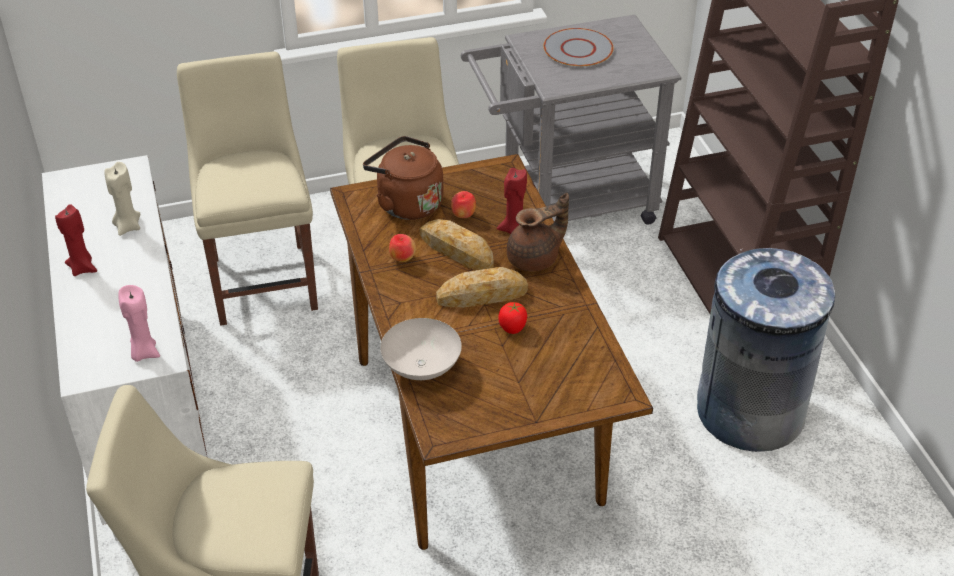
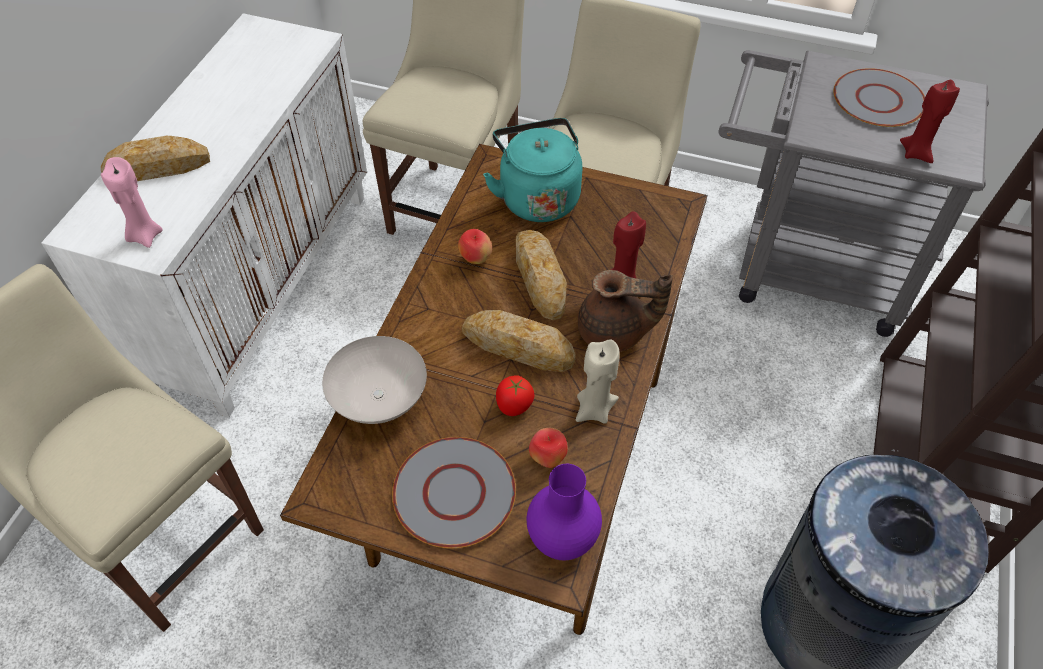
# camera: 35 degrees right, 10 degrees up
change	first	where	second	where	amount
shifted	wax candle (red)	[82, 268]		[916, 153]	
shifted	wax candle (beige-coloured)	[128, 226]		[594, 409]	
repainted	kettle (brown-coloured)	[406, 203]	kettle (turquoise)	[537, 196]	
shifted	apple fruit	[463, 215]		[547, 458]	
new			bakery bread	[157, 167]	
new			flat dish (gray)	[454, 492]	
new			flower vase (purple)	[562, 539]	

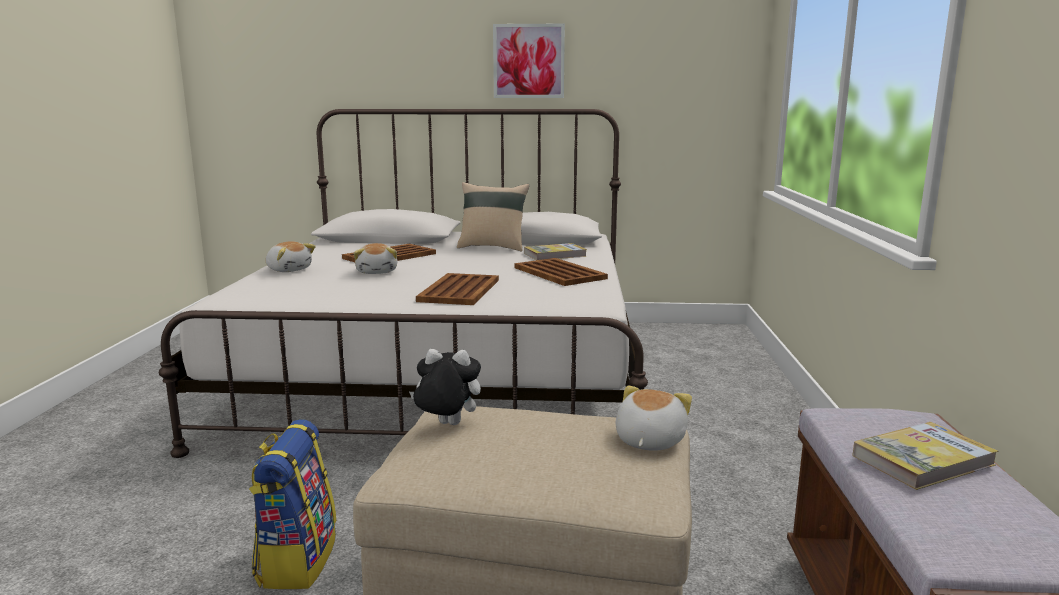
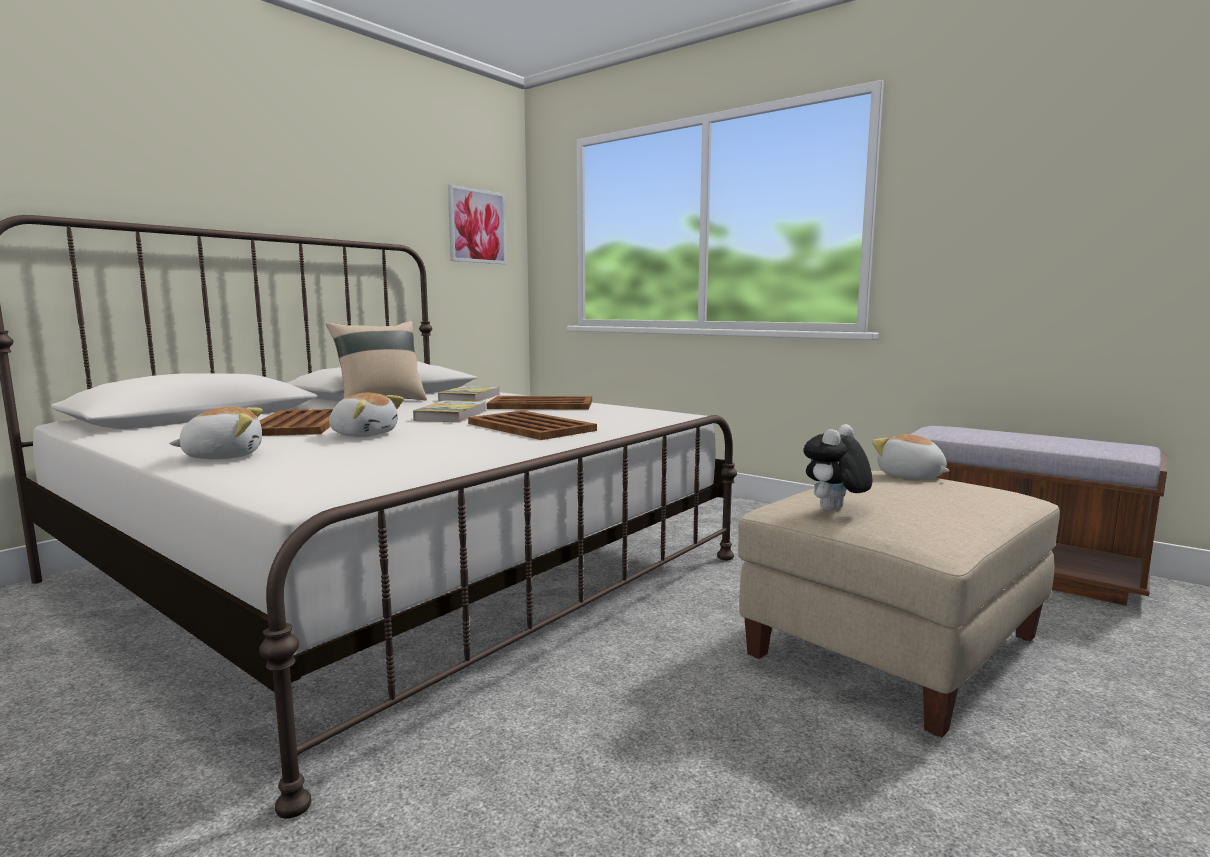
# camera: 55 degrees left, 5 degrees down
change	first	where	second	where	amount
gone	backpack	[296, 560]			
shifted	picture	[528, 61]		[477, 226]	
shifted	bound book	[922, 460]		[451, 415]	

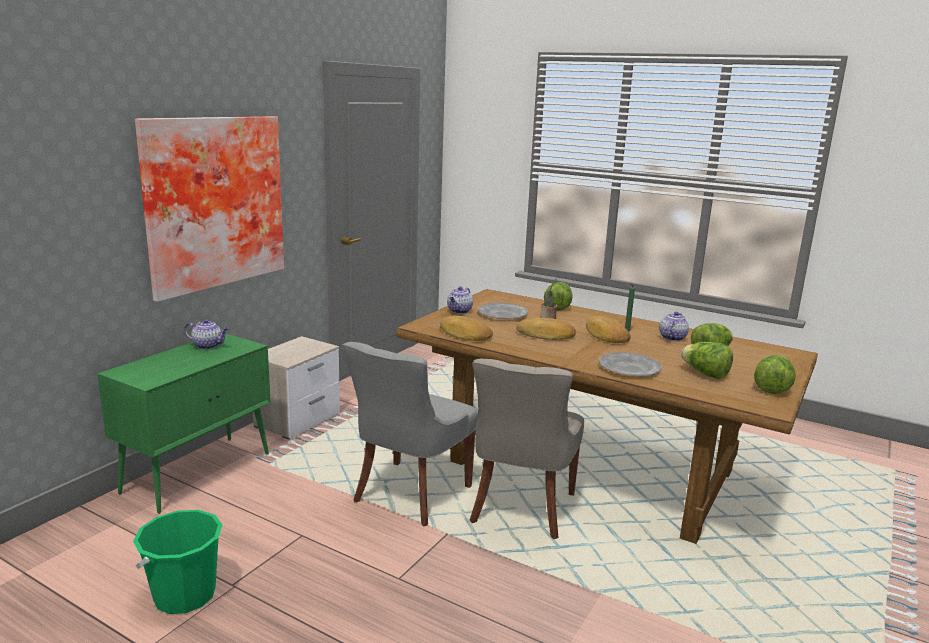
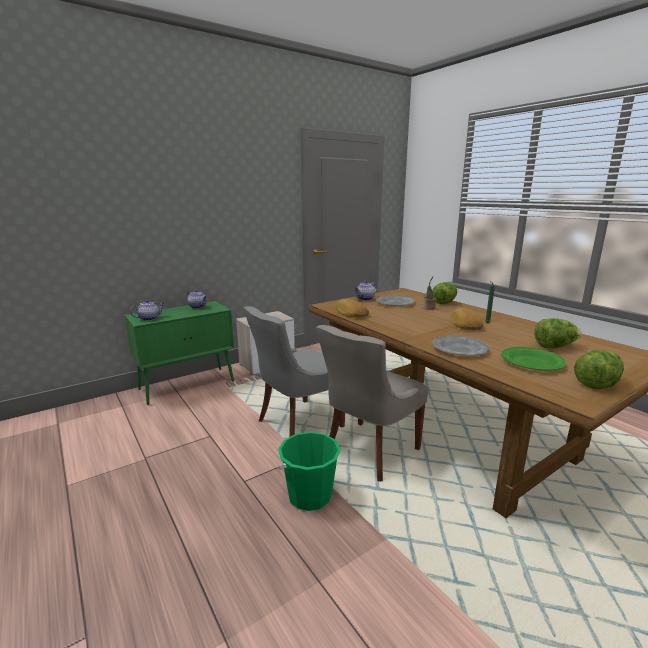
# camera: 25 degrees right, 0 degrees up
change	first	where	second	where	amount
shifted	pail (green)	[184, 595]		[309, 495]	
gone	picture	[212, 202]			
gone	bakery bread	[546, 335]			
shifted	pot for tea	[672, 338]		[149, 318]	
swapped	lettuce head	[705, 374]	flat dish (green)	[532, 362]	

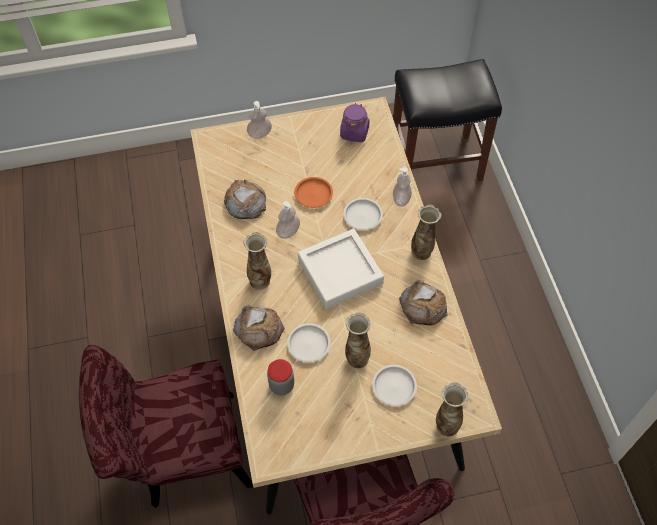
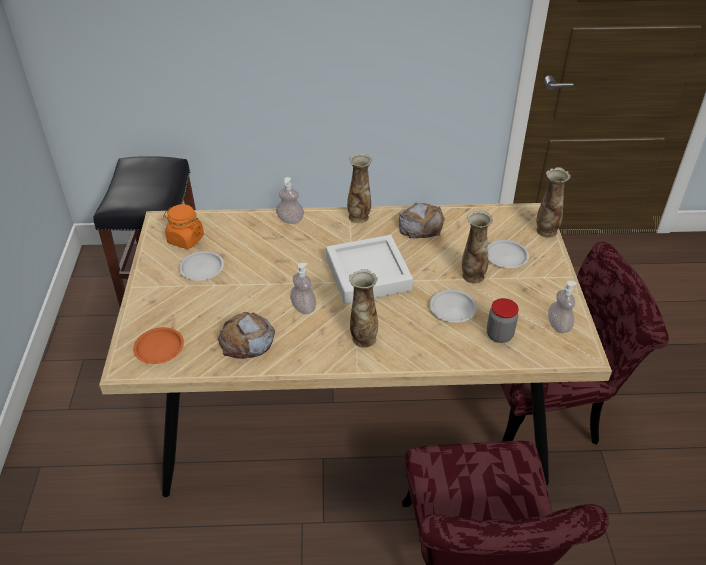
# camera: 80 degrees left, 15 degrees down
change	first	where	second	where	amount
gone	bakery bread	[259, 329]			
shifted	liquid soap bottle	[260, 134]		[558, 325]	
shifted	flat dish (orange)	[313, 194]		[160, 348]	
repainted	storage jar (purple)	[354, 132]	storage jar (orange)	[185, 239]	
shifted	flat dish (white)	[362, 216]		[201, 269]	

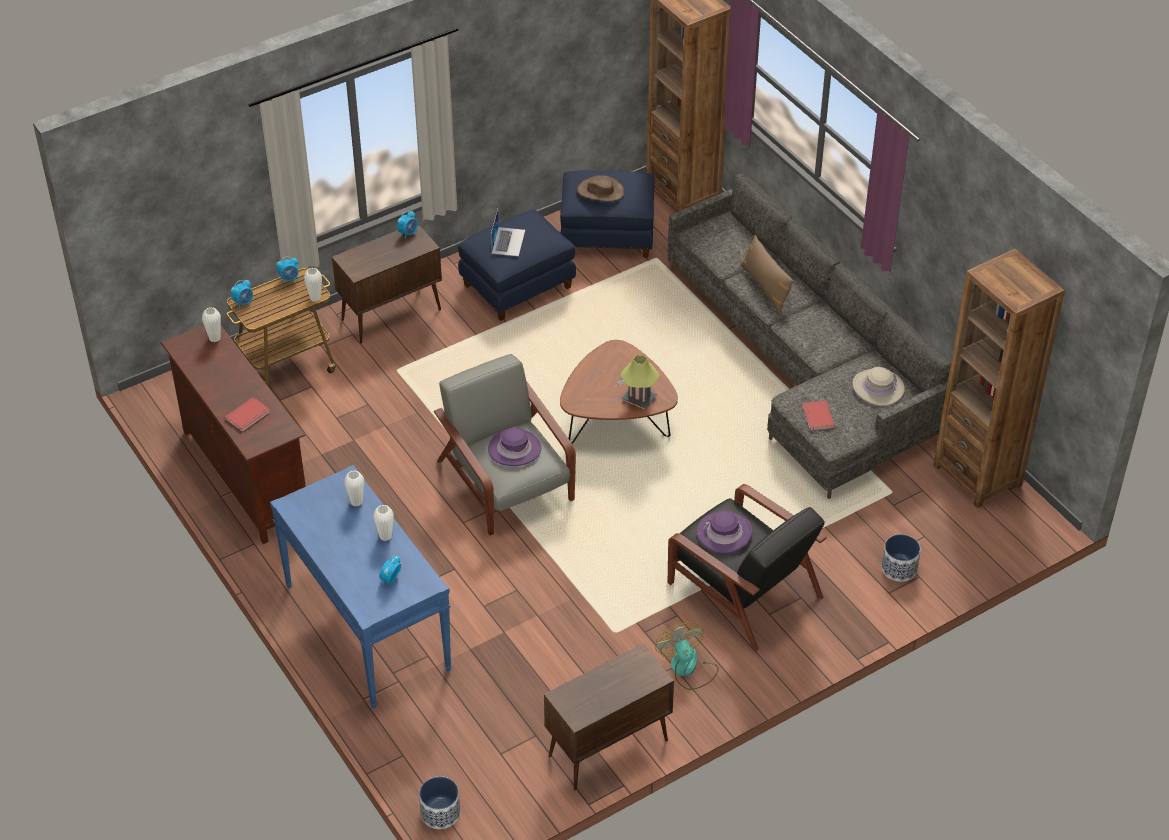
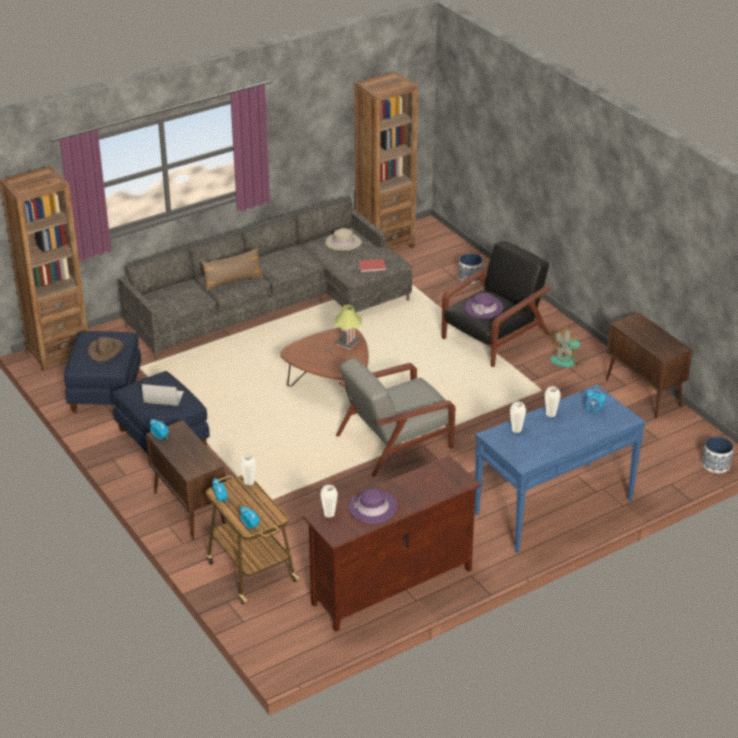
# camera: 90 degrees left, 10 degrees down
change	first	where	second	where	amount
gone	bound book (red)	[249, 416]			
shifted	wearable hat (purple)	[514, 449]		[373, 508]	

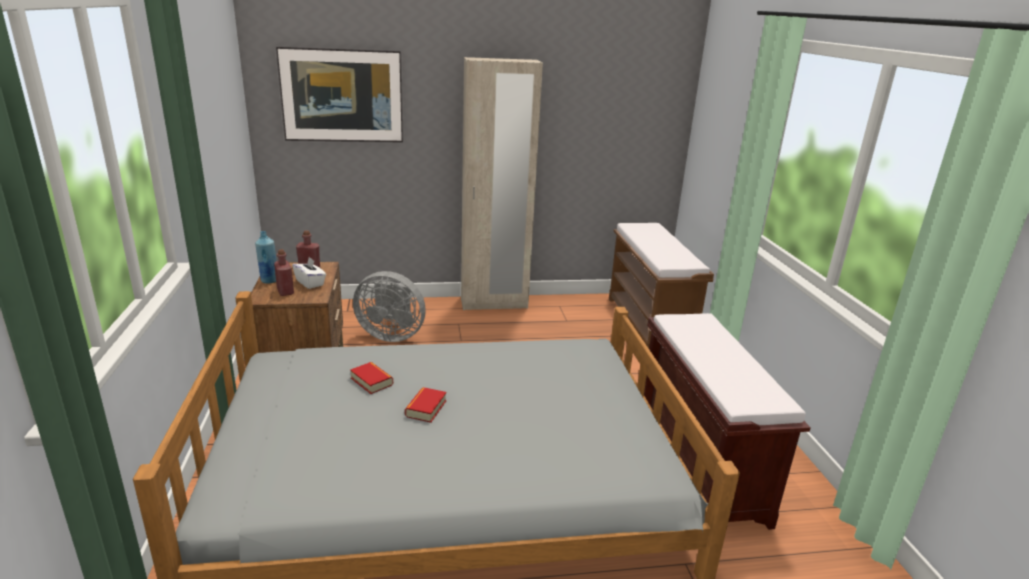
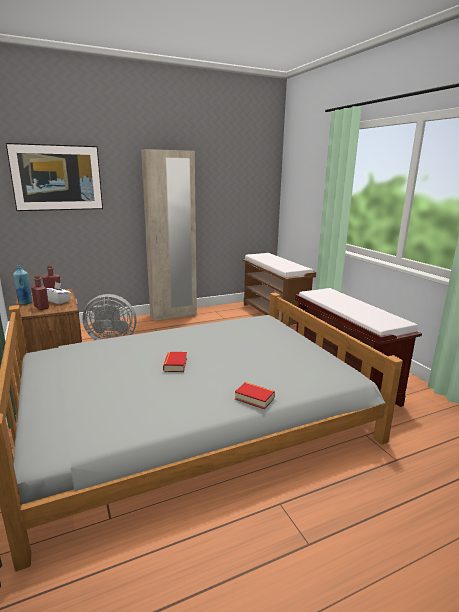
# camera: 15 degrees left, 5 degrees down
change	first	where	second	where	amount
shifted	bound book	[371, 381]		[254, 398]	

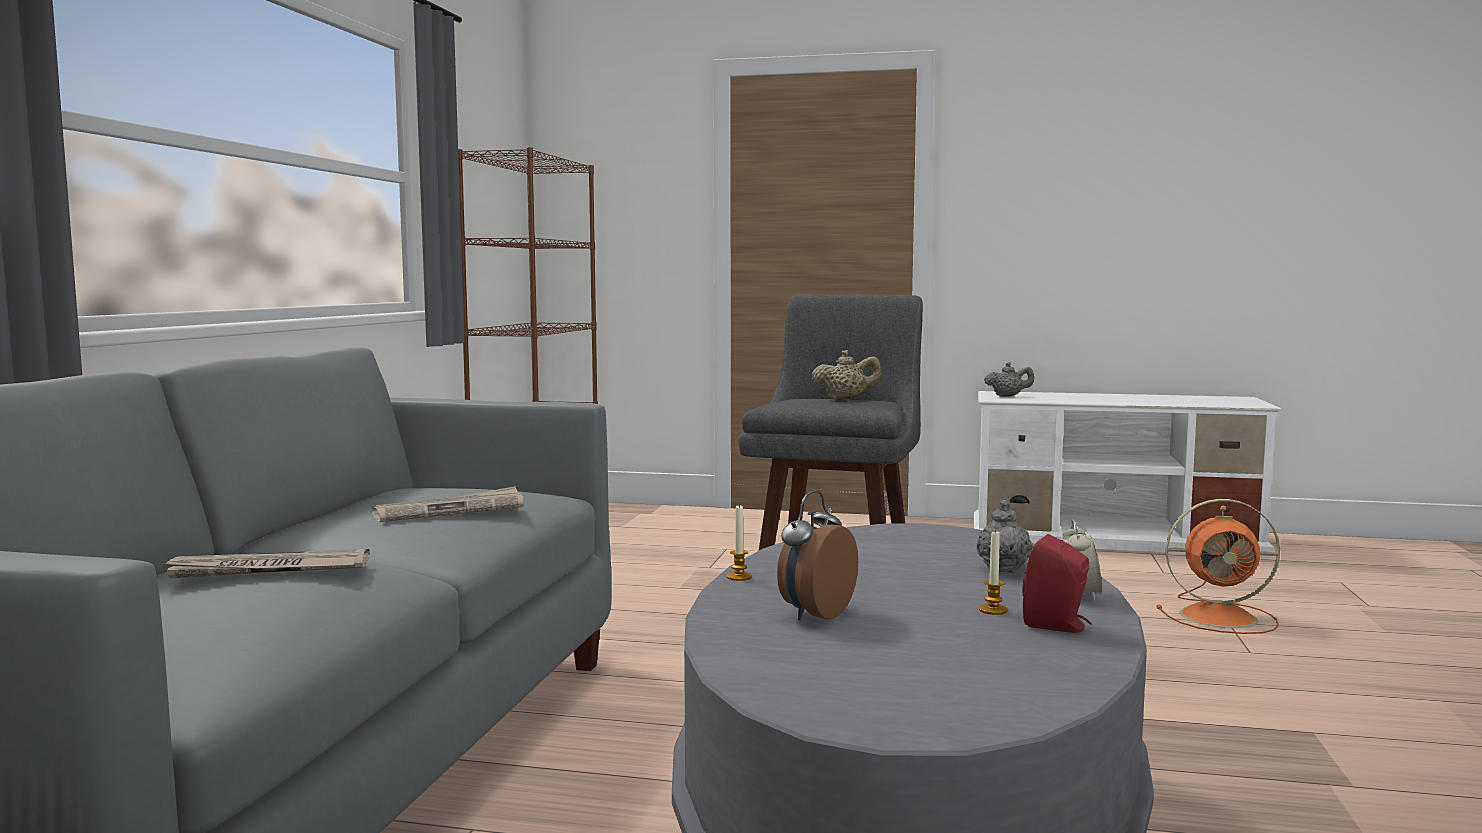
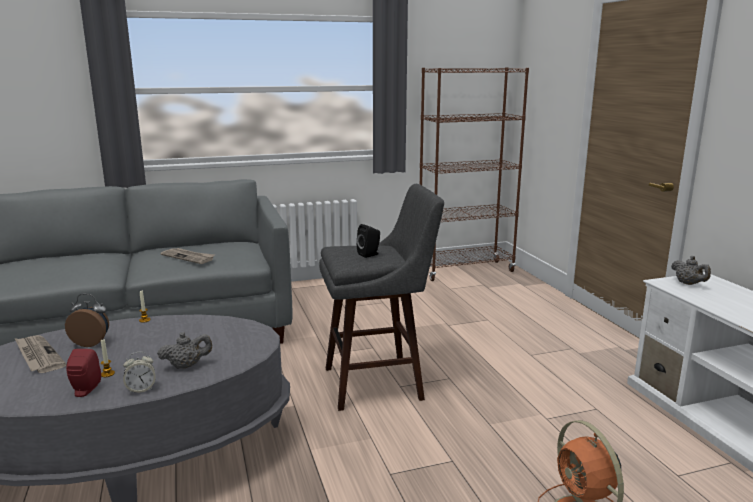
# camera: 60 degrees right, 10 degrees up
change	first	where	second	where	amount
shifted	newspaper	[267, 570]		[38, 356]	
swapped	pot for tea (beige-coloured)	[846, 399]	audio speaker (black-coloured)	[370, 254]	

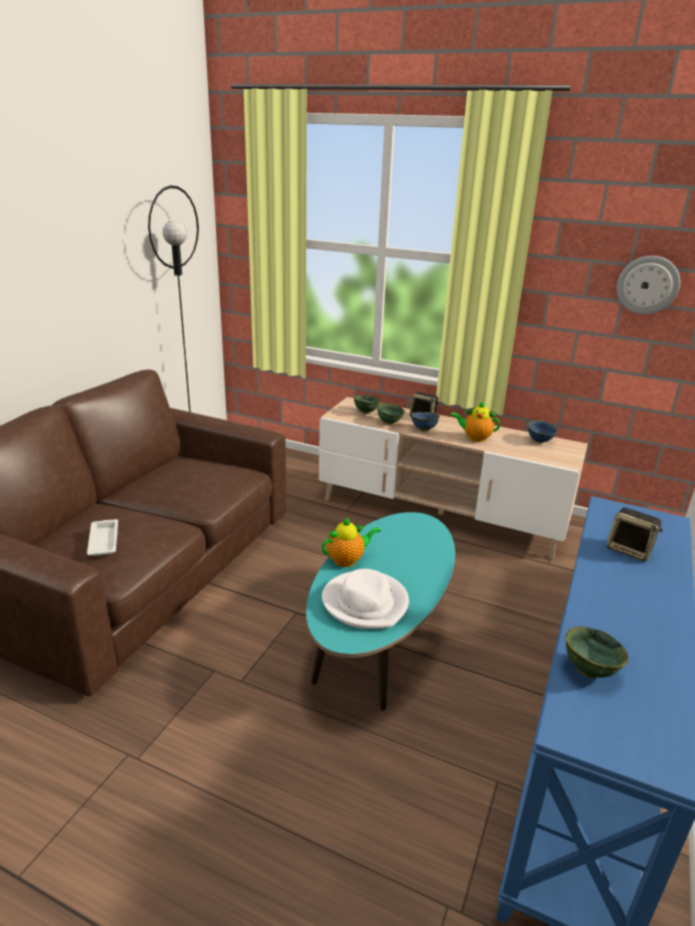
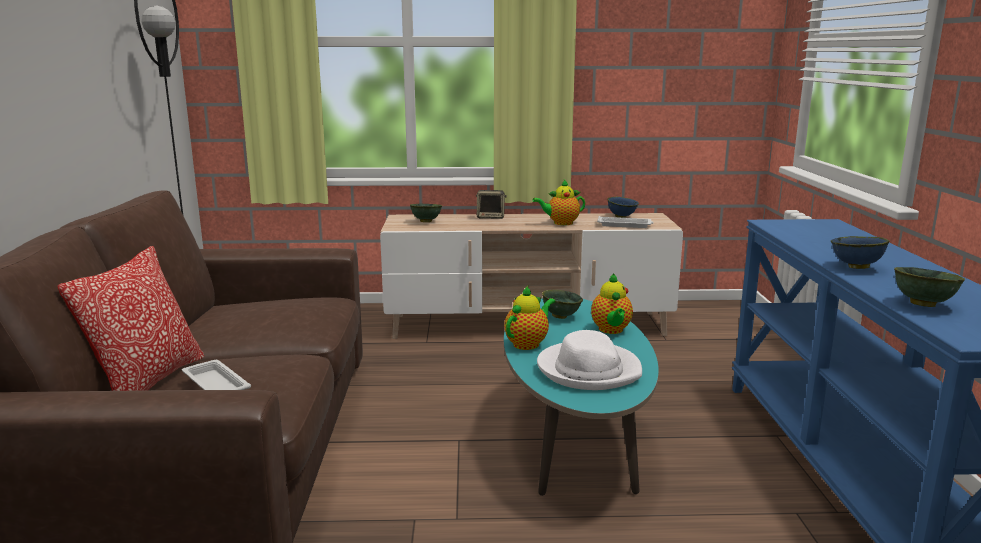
# camera: 25 degrees left, 10 degrees down
change	first	where	second	where	amount
shifted	deep dish (green)	[389, 422]		[560, 316]	
shifted	deep dish (blue-coloured)	[423, 430]		[856, 267]	
gone	audio speaker	[630, 550]			
gone	hanging clock	[647, 285]			
new			cushion	[148, 382]	
new			pot for tea	[611, 330]	
new			carrying tray (white)	[625, 225]	

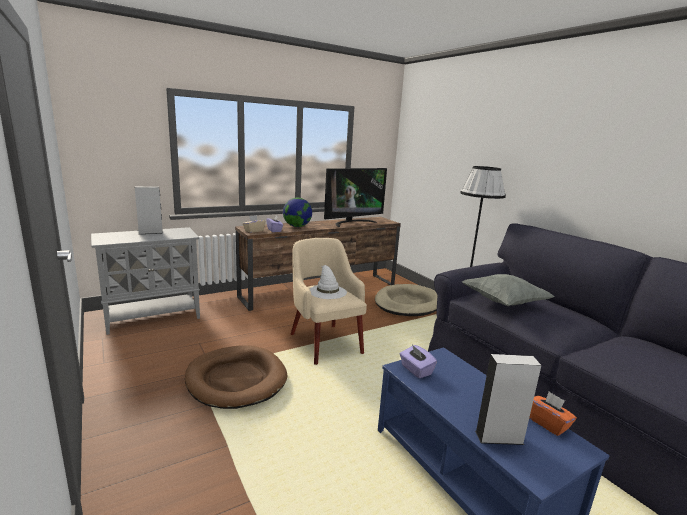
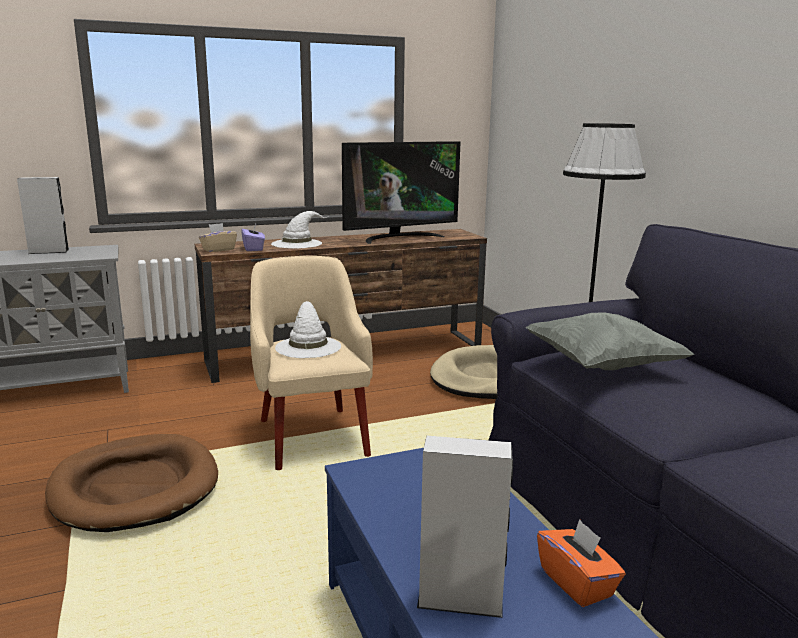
# camera: 10 degrees right, 0 degrees up
change	first	where	second	where	amount
swapped	globe	[297, 226]	wearable hat (white)	[297, 243]	
gone	tissue box (purple)	[416, 370]			

